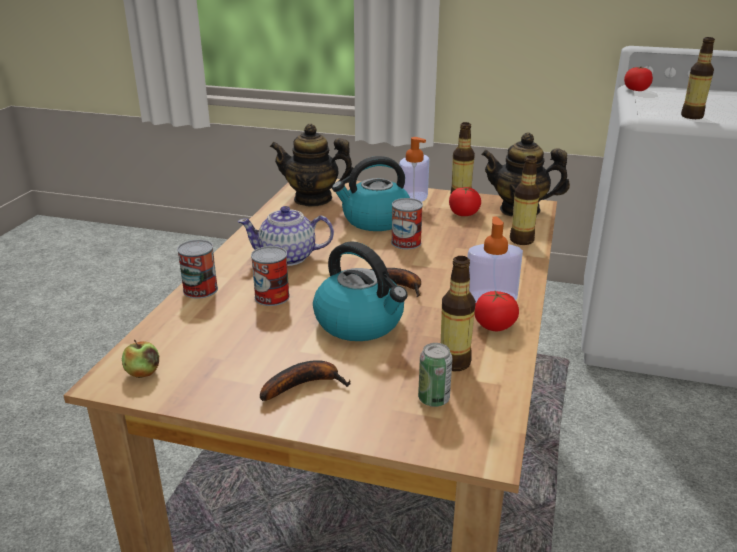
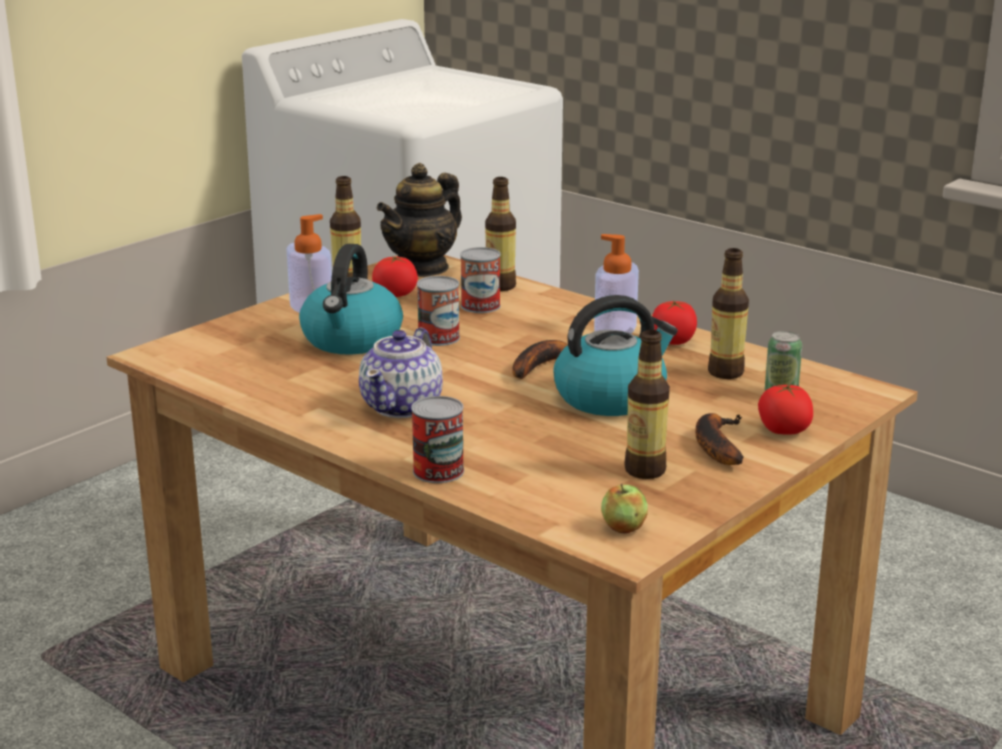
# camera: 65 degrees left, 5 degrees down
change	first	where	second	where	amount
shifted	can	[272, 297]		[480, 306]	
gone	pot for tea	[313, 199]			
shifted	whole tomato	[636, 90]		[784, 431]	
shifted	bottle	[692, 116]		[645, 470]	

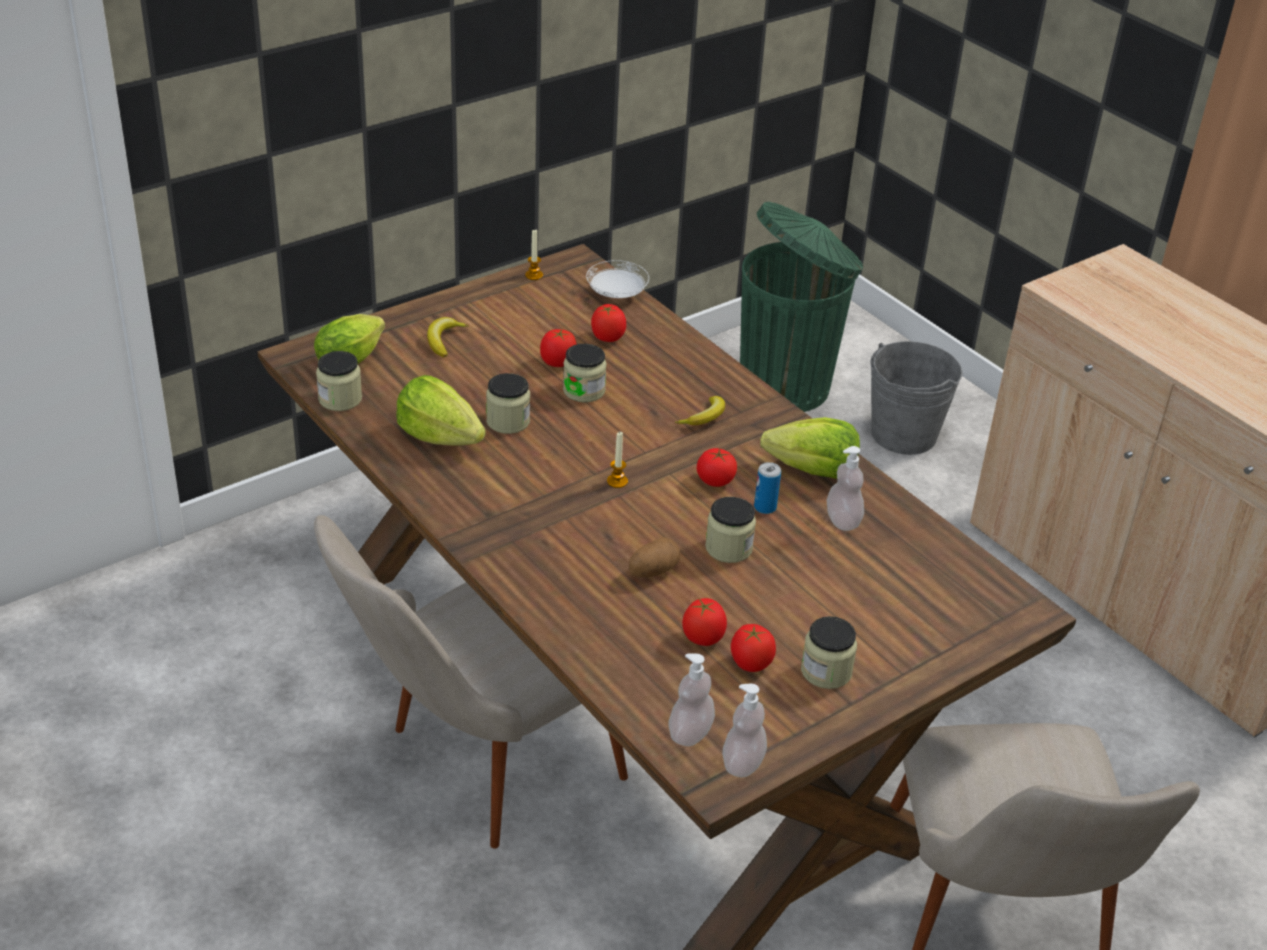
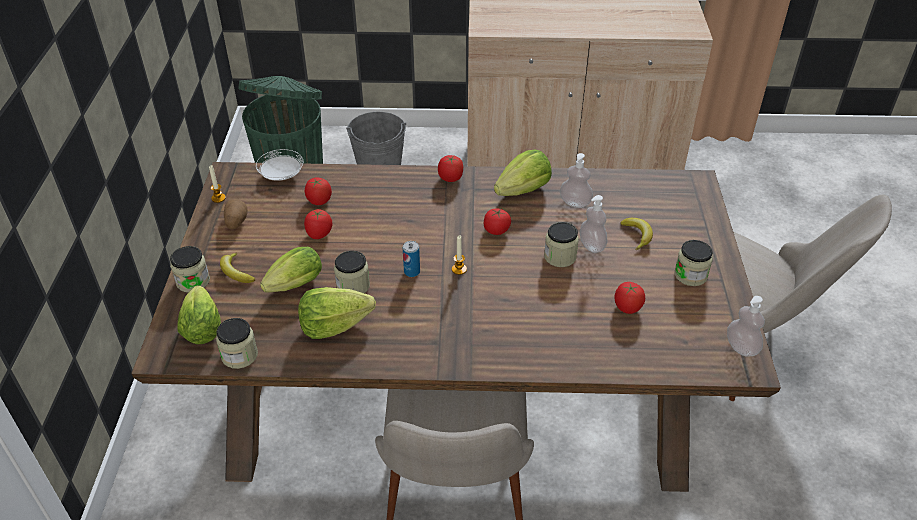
# camera: 50 degrees left, 5 degrees up
change	first	where	second	where	amount
shifted	storage jar	[584, 391]		[193, 281]	
shifted	whole potato	[653, 571]		[236, 222]	
shifted	liquid soap bottle	[690, 733]		[592, 245]	
shifted	whole banana	[705, 417]		[637, 235]	
shifted	whole tomato	[750, 663]		[450, 178]	
shifted	can	[765, 507]		[412, 272]	
new			lettuce head	[292, 287]	

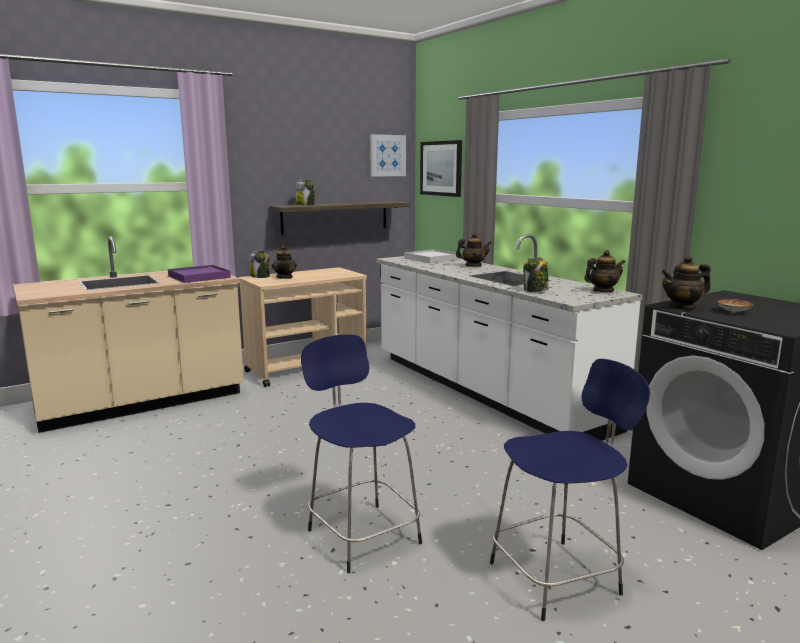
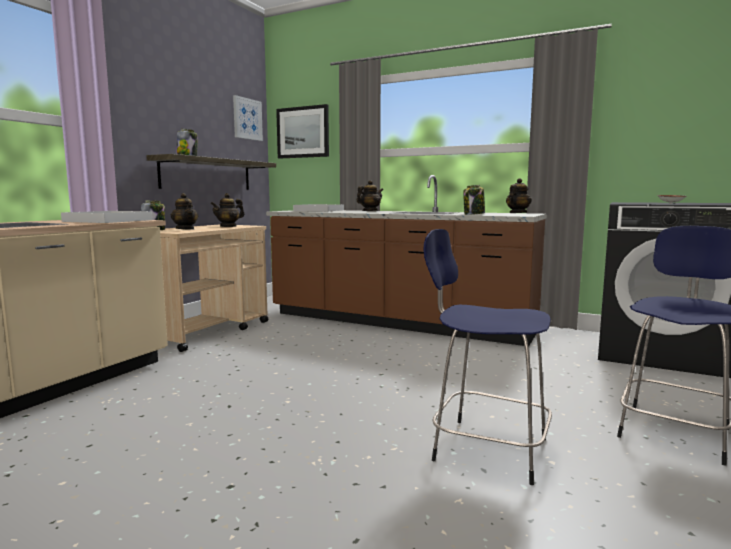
# camera: 30 degrees left, 5 degrees down
change	first	where	second	where	amount
repainted	carrying tray (purple)	[199, 277]	carrying tray (white)	[108, 221]	
repainted	kitchen base unit (white)	[484, 391]	kitchen base unit (brown-coloured)	[397, 323]	
shifted	pot for tea	[683, 307]		[228, 226]	

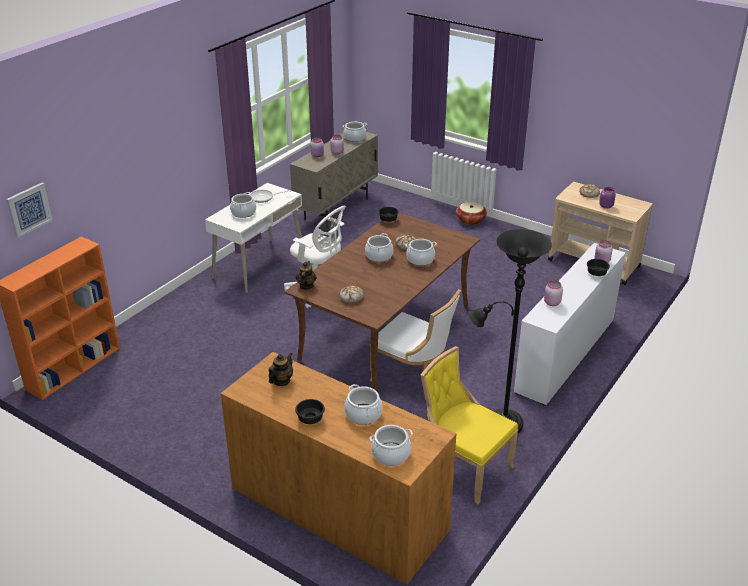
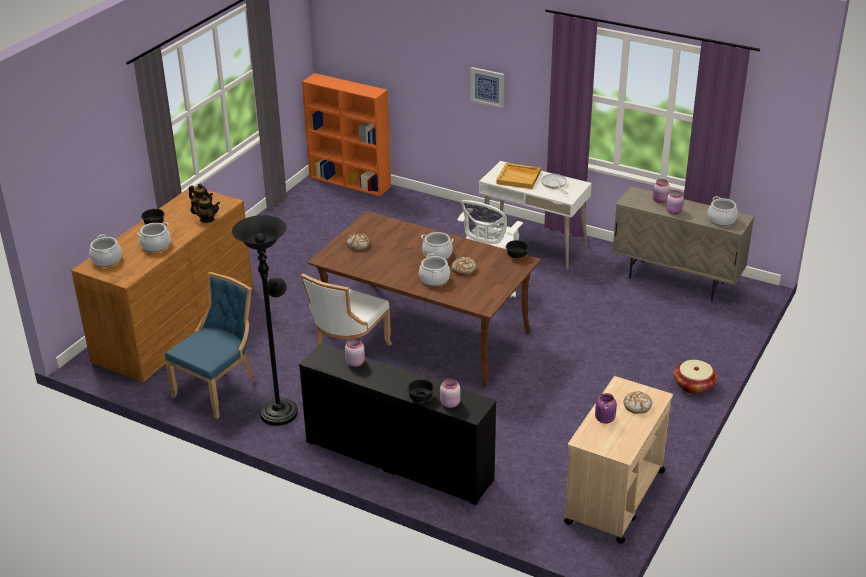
# camera: 85 degrees right, 0 degrees up
change	first	where	second	where	amount
shifted	picture	[28, 209]		[487, 87]	
swapped	cooking pot	[243, 213]	carrying tray (beige-coloured)	[519, 177]	
shifted	pot for tea	[306, 286]		[207, 219]	
repainted	plain chair (yellow-coloured)	[463, 467]	plain chair (blue-coloured)	[218, 388]	
repainted	chest of drawers (white)	[565, 355]	chest of drawers (black-coloured)	[398, 460]	

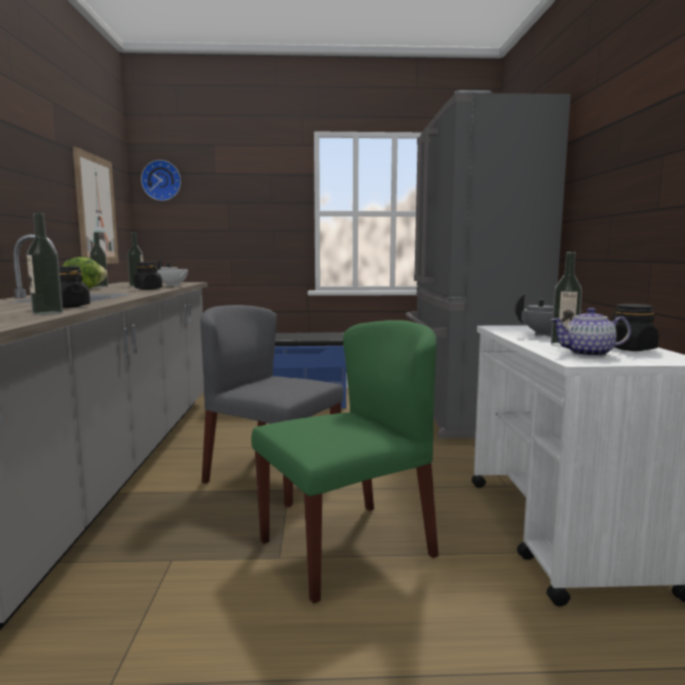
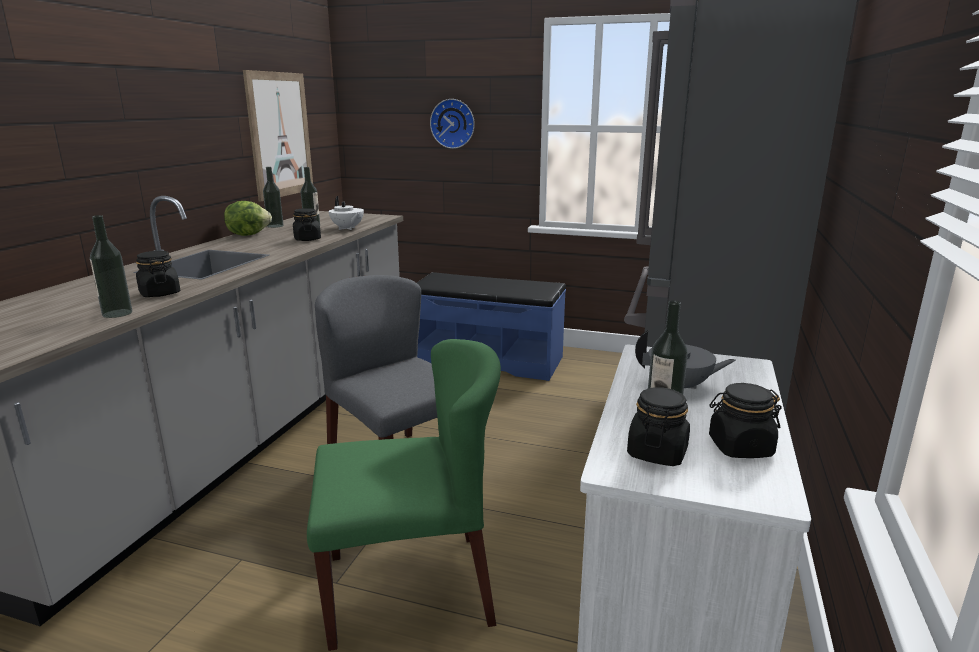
# camera: 20 degrees right, 10 degrees up
change	first	where	second	where	amount
shifted	hanging clock	[162, 180]		[453, 123]	
swapped	pot for tea	[588, 354]	storage jar (black-coloured)	[657, 452]	

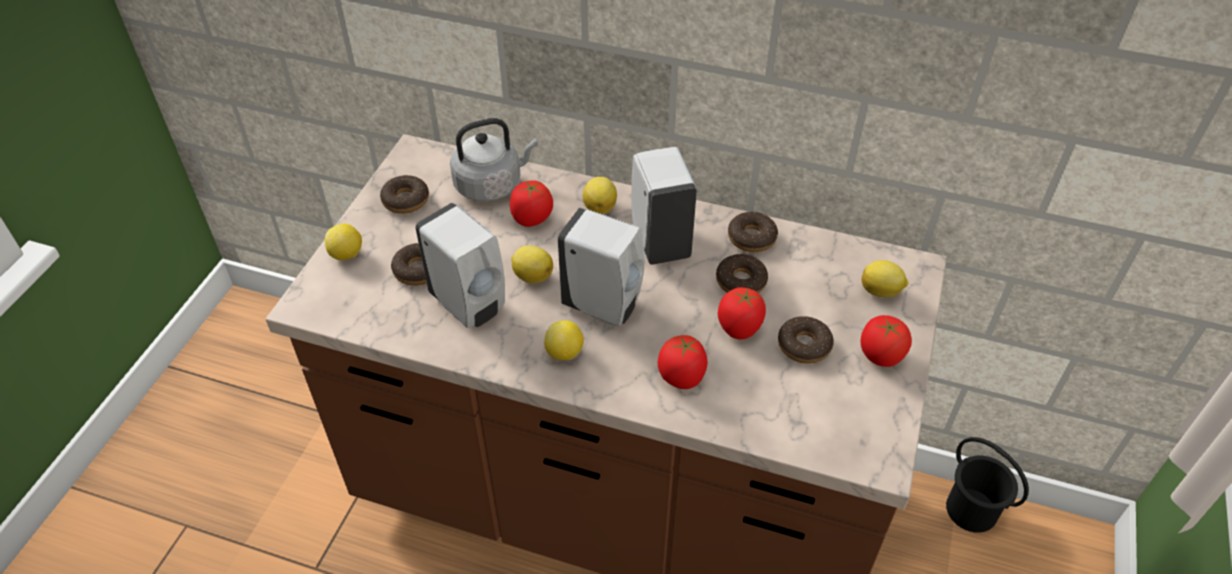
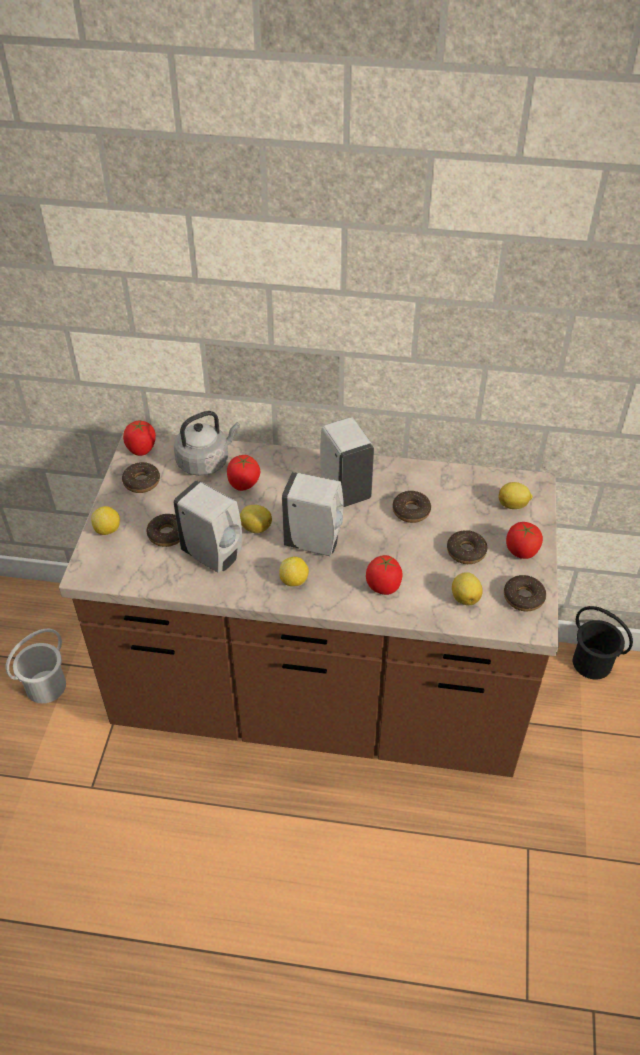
# camera: 10 degrees left, 0 degrees up
change	first	where	second	where	amount
shifted	lemon	[600, 207]		[465, 597]	
shifted	whole tomato	[739, 328]		[141, 449]	
shifted	donut	[751, 238]		[523, 597]	
new			pail (white)	[45, 686]	

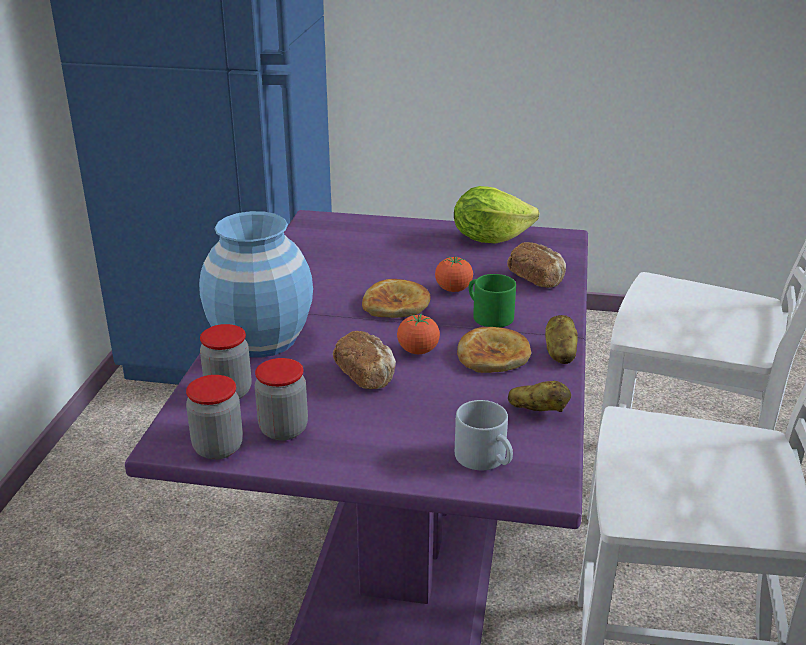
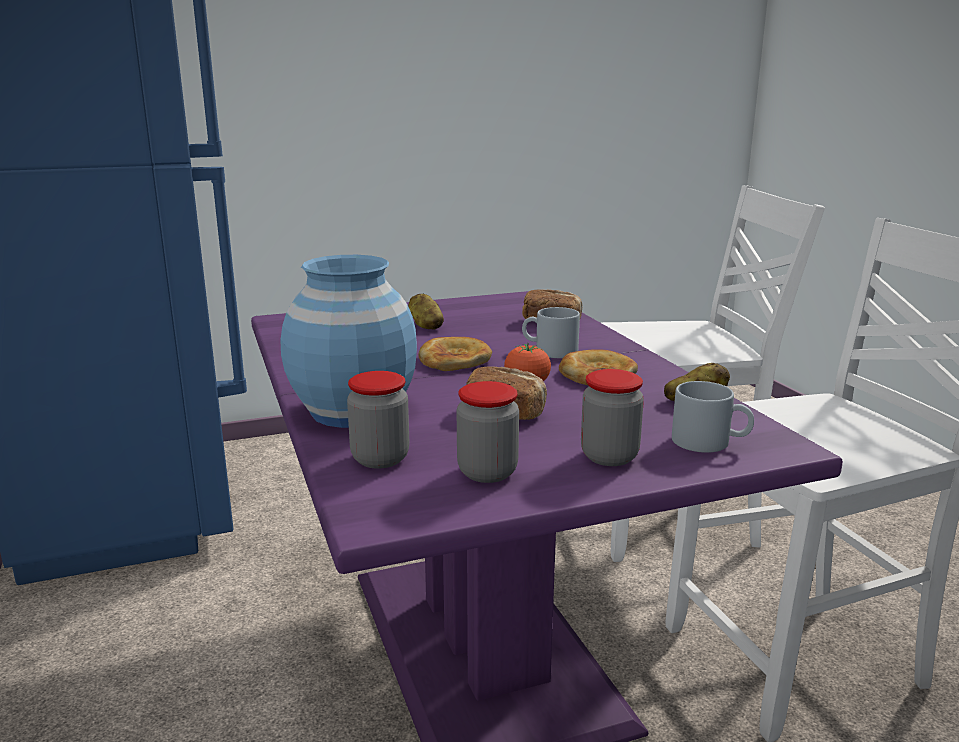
# camera: 30 degrees left, 10 degrees down
change	first	where	second	where	amount
shifted	storage jar	[218, 448]		[609, 456]	
gone	whole tomato	[453, 289]			
gone	lettuce head	[489, 238]			
repainted	coffee mug (green)	[487, 315]	coffee mug (gray)	[549, 351]	
shifted	whole potato	[559, 353]		[425, 325]	

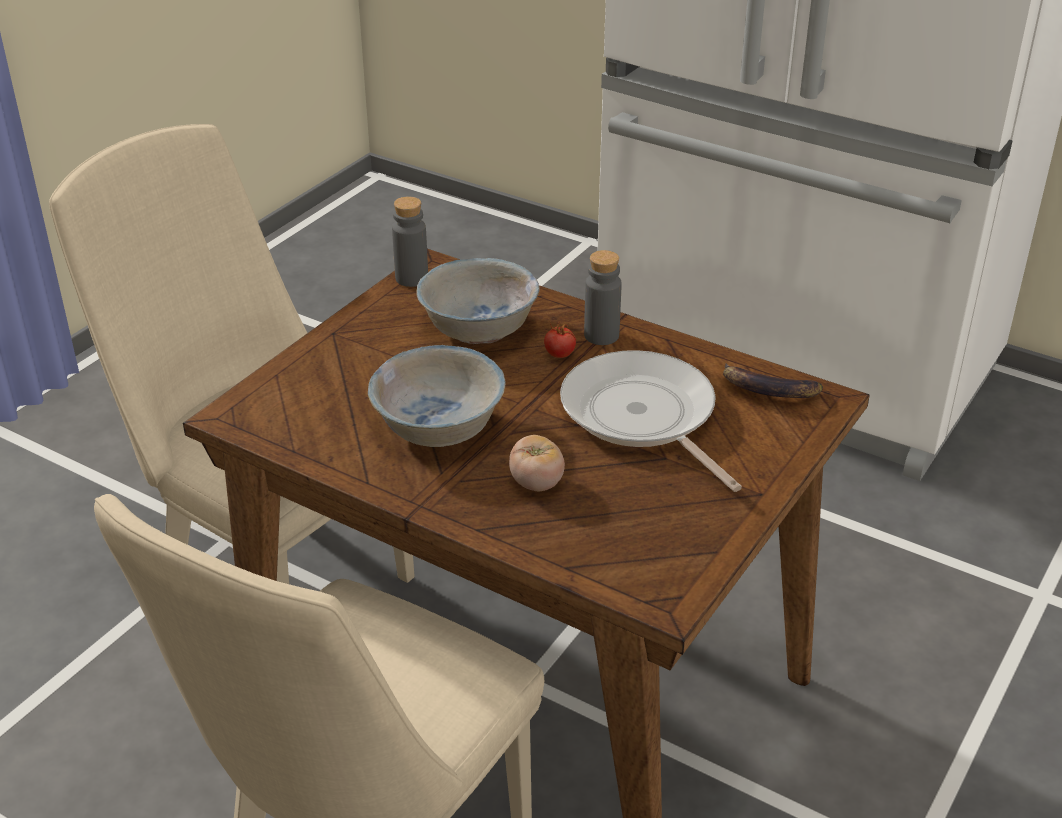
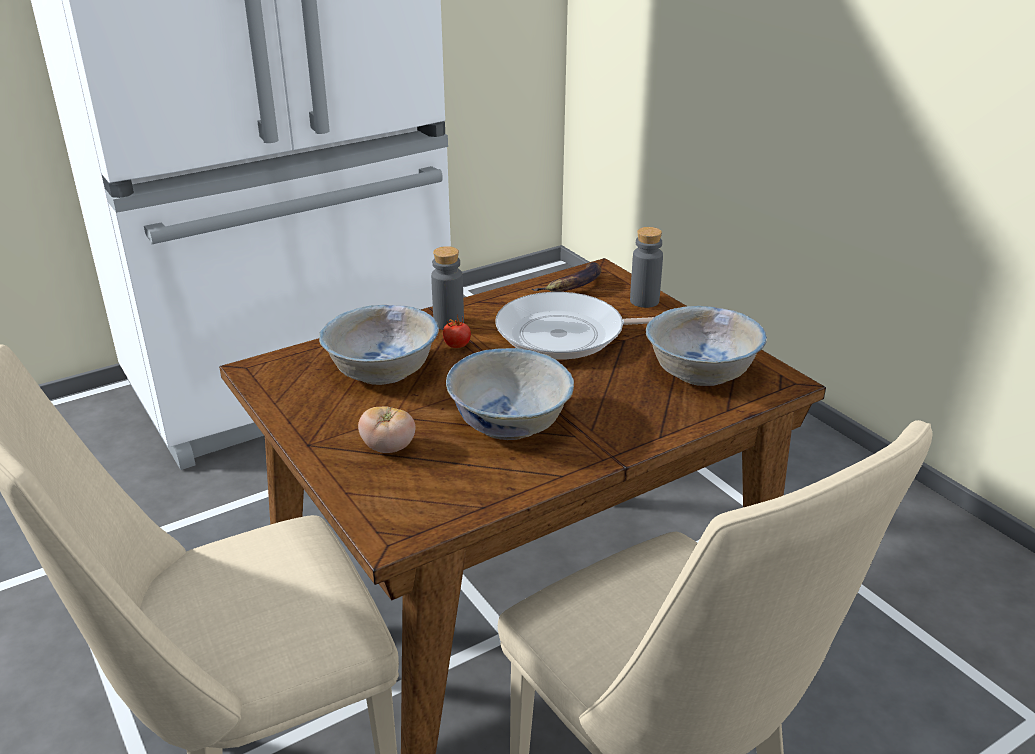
# camera: 65 degrees left, 5 degrees down
change	first	where	second	where	amount
shifted	bottle (gray)	[411, 278]		[644, 301]	
shifted	whole tomato	[536, 483]		[388, 448]	
new			deep dish (white)	[702, 372]	

